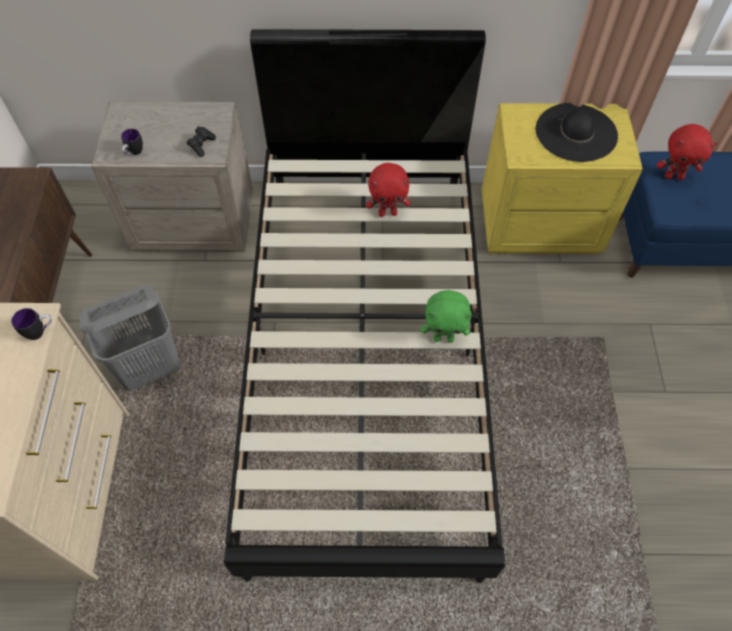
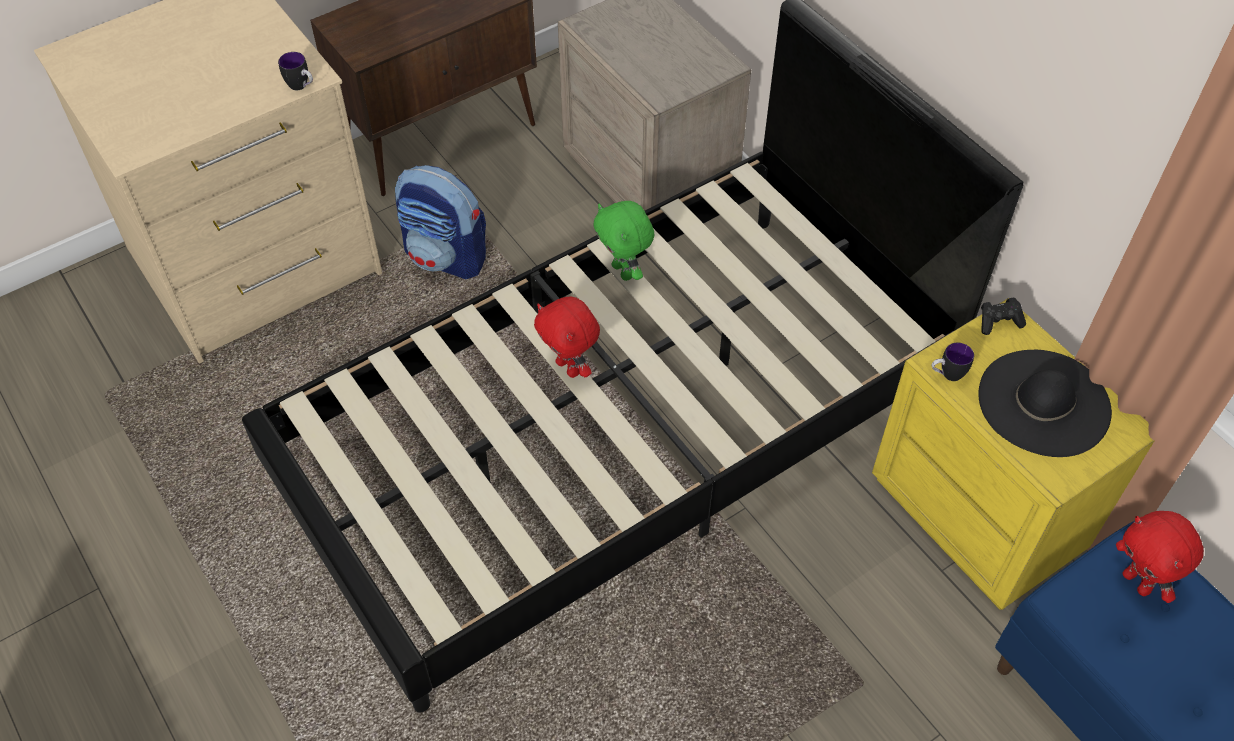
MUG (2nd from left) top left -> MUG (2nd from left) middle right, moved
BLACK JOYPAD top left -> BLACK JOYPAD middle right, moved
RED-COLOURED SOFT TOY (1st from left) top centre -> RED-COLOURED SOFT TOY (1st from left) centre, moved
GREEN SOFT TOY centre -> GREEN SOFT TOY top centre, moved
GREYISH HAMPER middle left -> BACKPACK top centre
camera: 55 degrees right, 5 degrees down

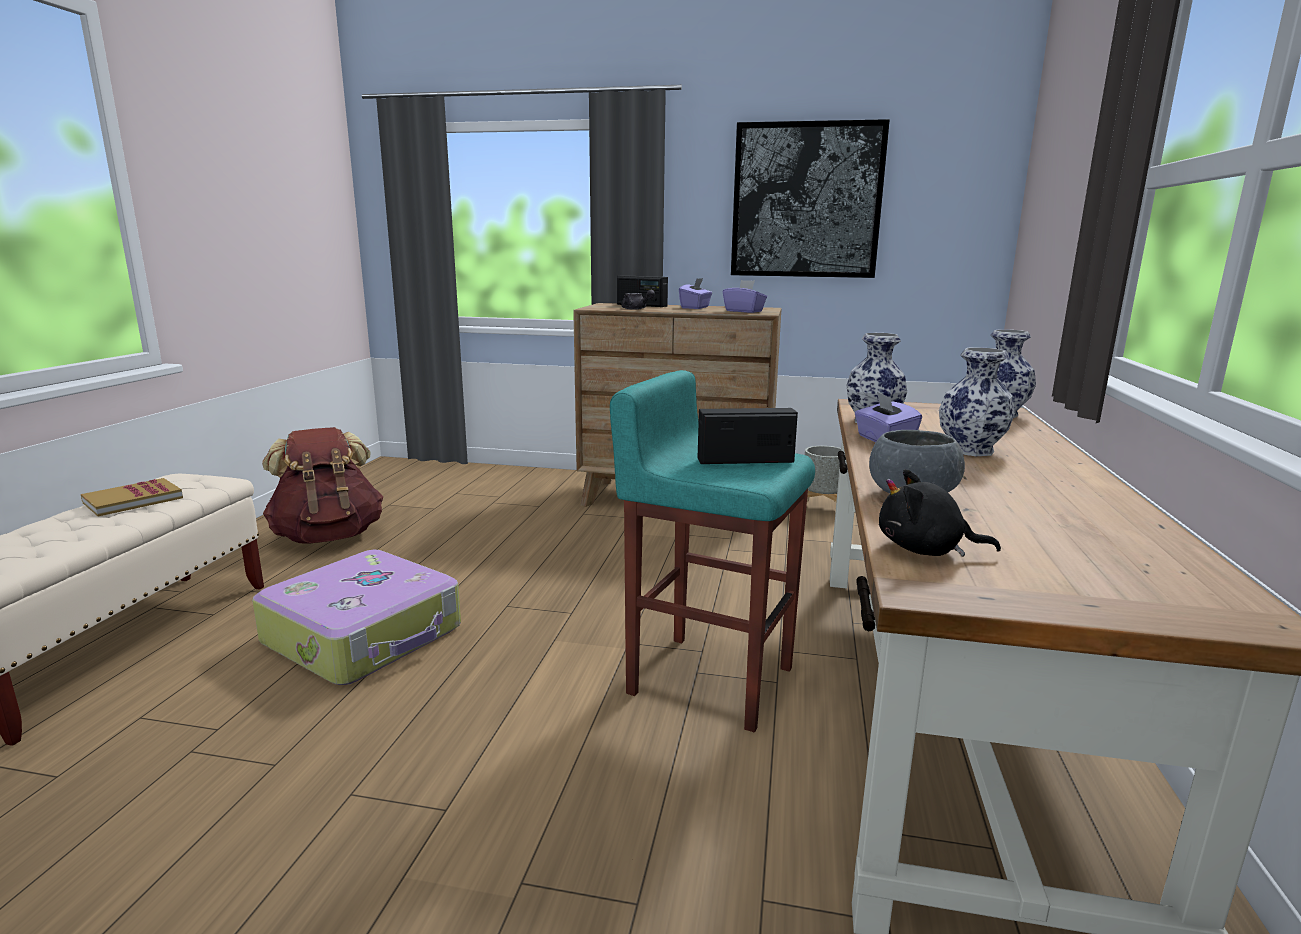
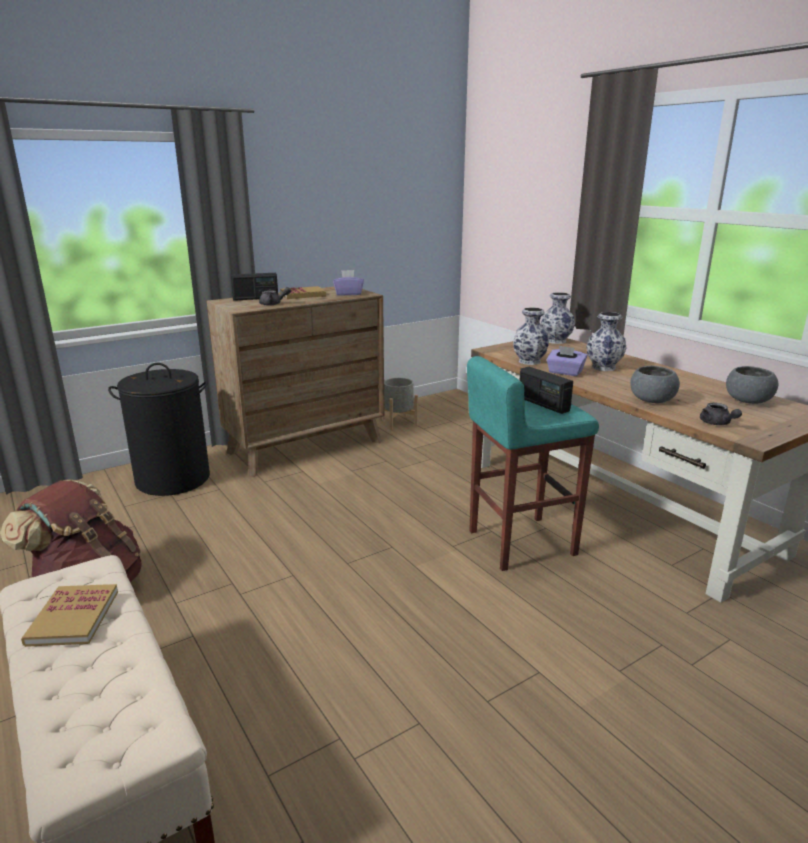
SUITCASE middle left -> none
WALL ART top centre -> none
none -> BLACK HAMPER middle left
none -> GREYISH SERVING BOWL (2nd from left) middle right
PURPLE BOX OF TISSUES (1st from left) top centre -> VOLUME (2nd from left) centre
BLACK SOFT TOY middle right -> GREYISH POT FOR TEA (2nd from left) middle right
RADIO SET (2nd from left) centre -> RADIO SET (2nd from left) middle right, 75 degrees counterclockwise
camera: 45 degrees left, 5 degrees up

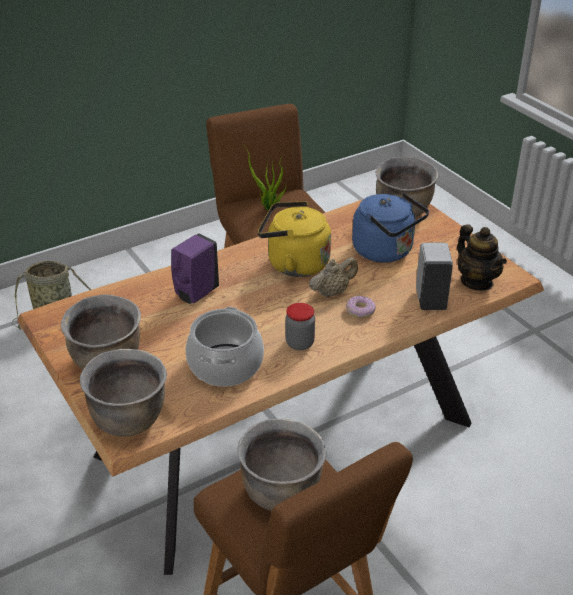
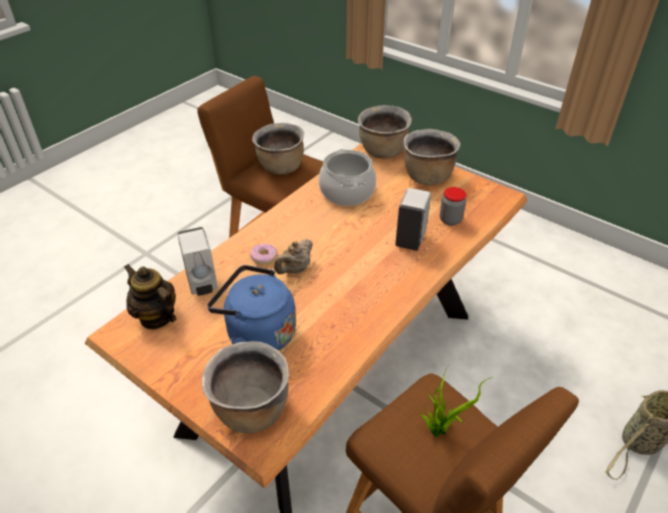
YELLOWISH KETTLE centre -> none
JAR centre -> JAR middle right, moved
PURPLE SOAP DISPENSER centre -> WHITISH SOAP DISPENSER (2nd from left) centre
camera: 160 degrees right, 5 degrees up

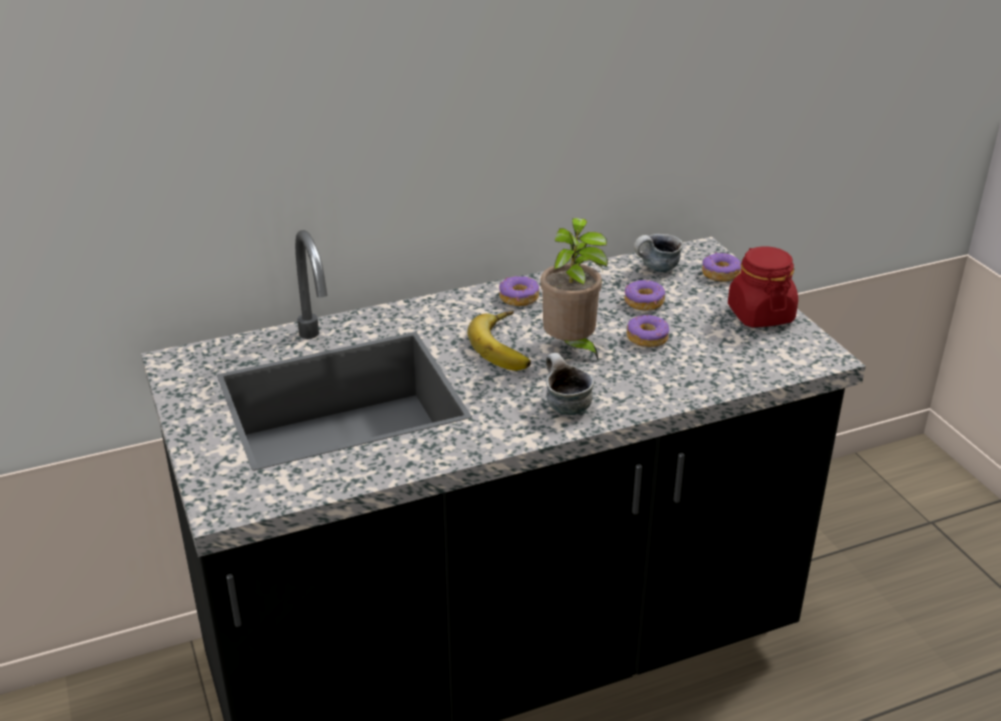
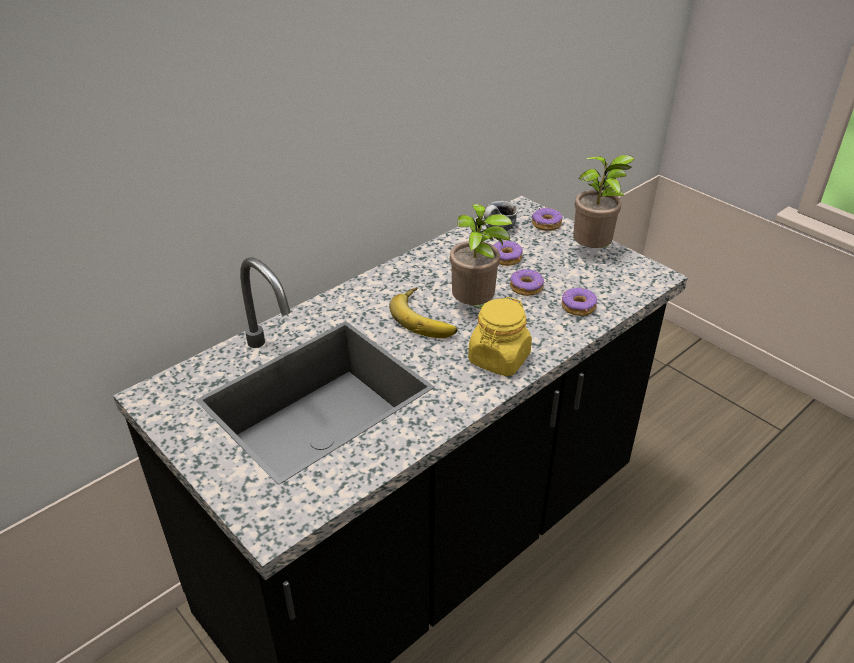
DOUGHNUT (1st from left in the first image) centre -> DOUGHNUT (4th from left) middle right, moved
MUG (1st from left) centre -> YELLOWISH JAR centre
RED-COLOURED JAR middle right -> POTTED PLANT (2nd from left) top right
camera: 20 degrees left, 5 degrees up

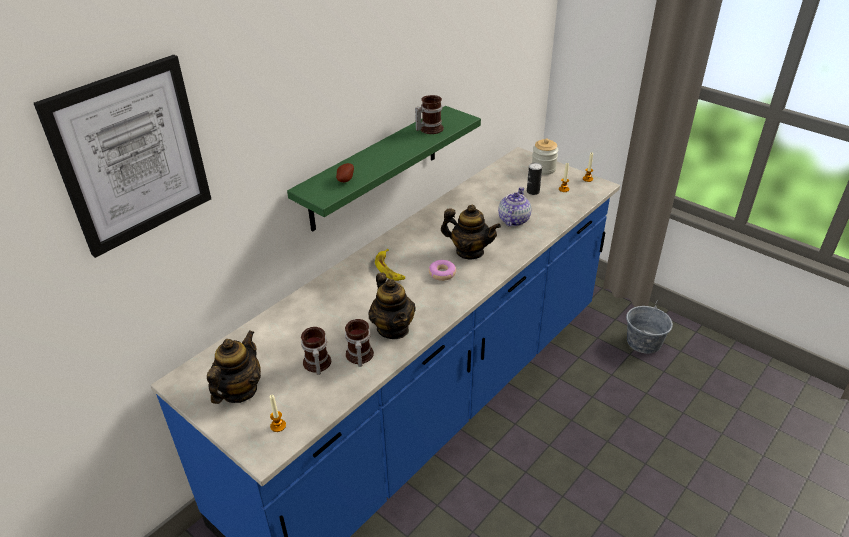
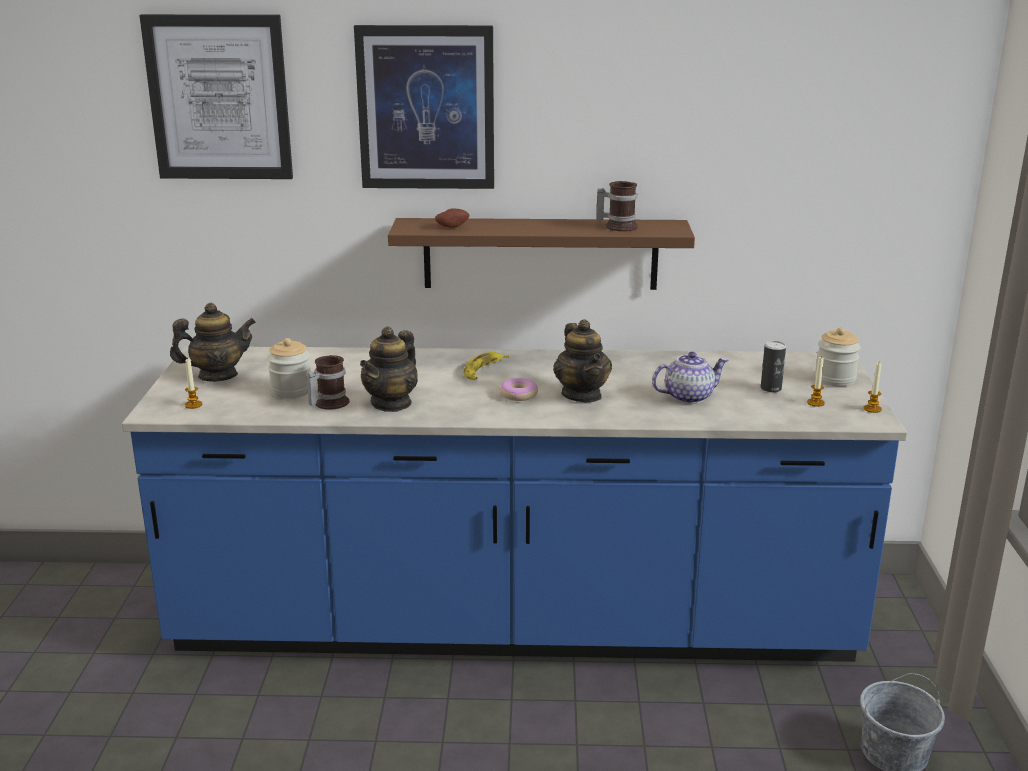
none -> WALL ART (2nd from left) top centre
MUG (1st from left) centre -> JAR (1st from left) middle left
GREEN BRACKET SHELF top centre -> BROWNISH BRACKET SHELF top centre
camera: 50 degrees right, 15 degrees down

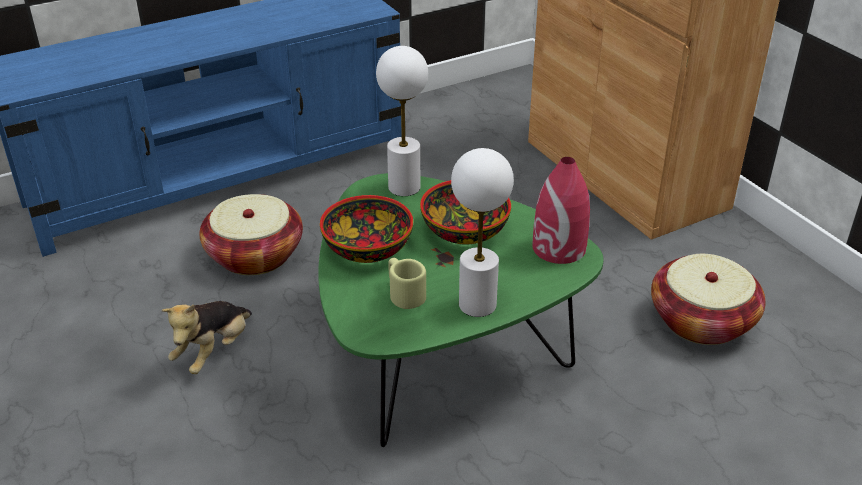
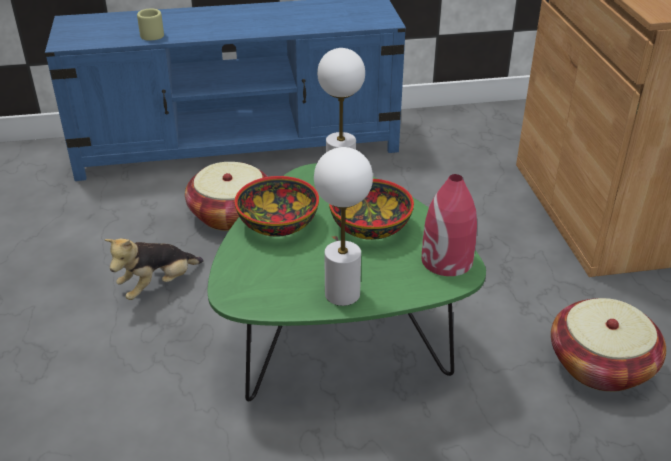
BEIGE MUG centre -> BEIGE MUG top left, moved
camera: 20 degrees right, 0 degrees up

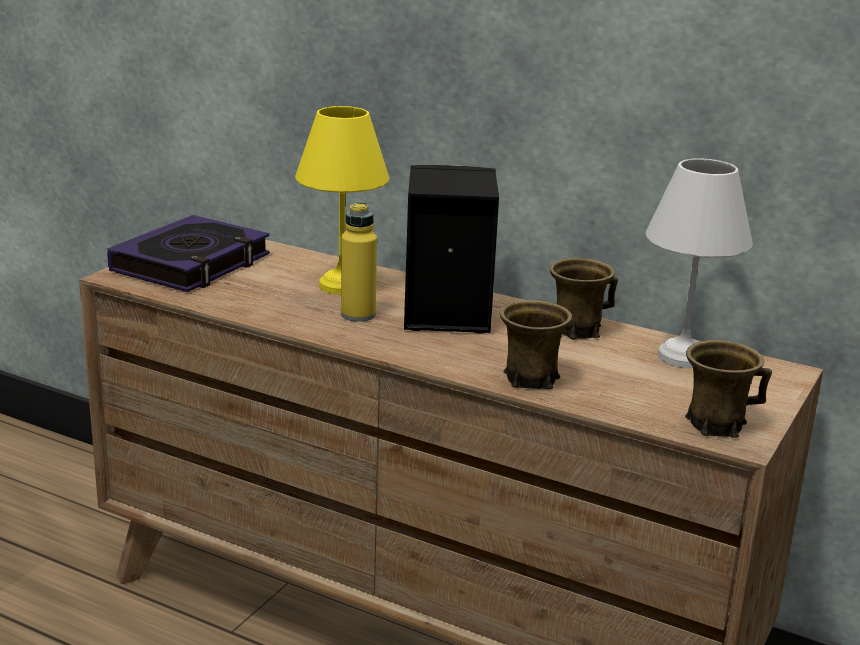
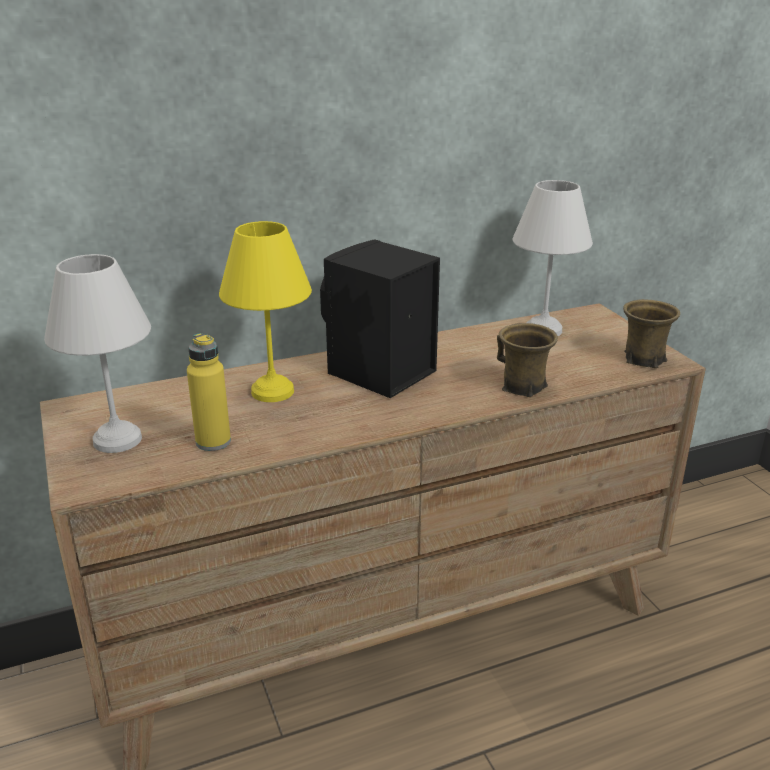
BROWNISH MUG (2nd from left) middle right -> none
YELLOWISH BEVERAGE BOTTLE centre -> YELLOWISH BEVERAGE BOTTLE middle left, moved
VOLUME middle left -> WHITISH LAMP FOR A TABLE (1st from left) middle left
camera: 50 degrees left, 5 degrees up

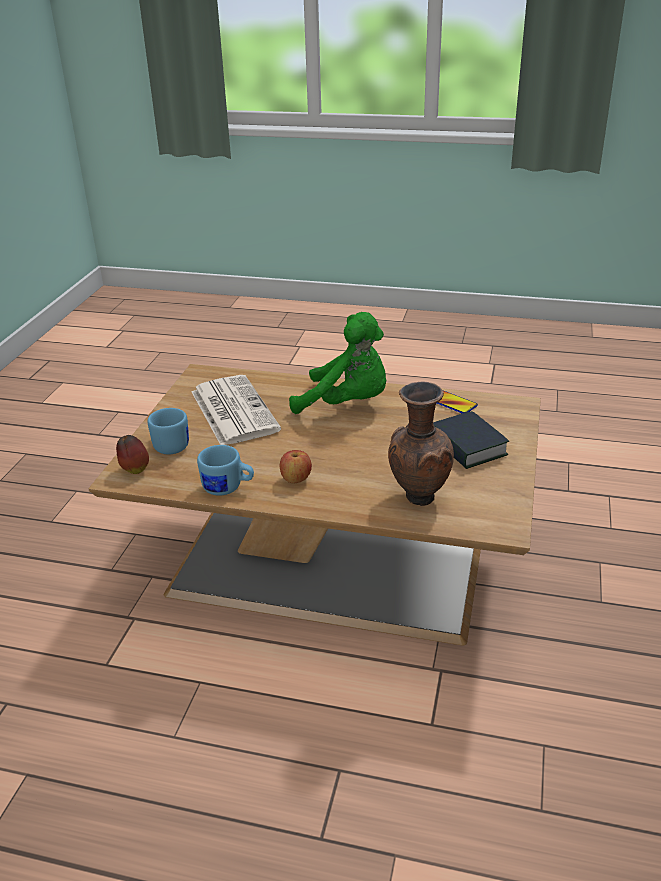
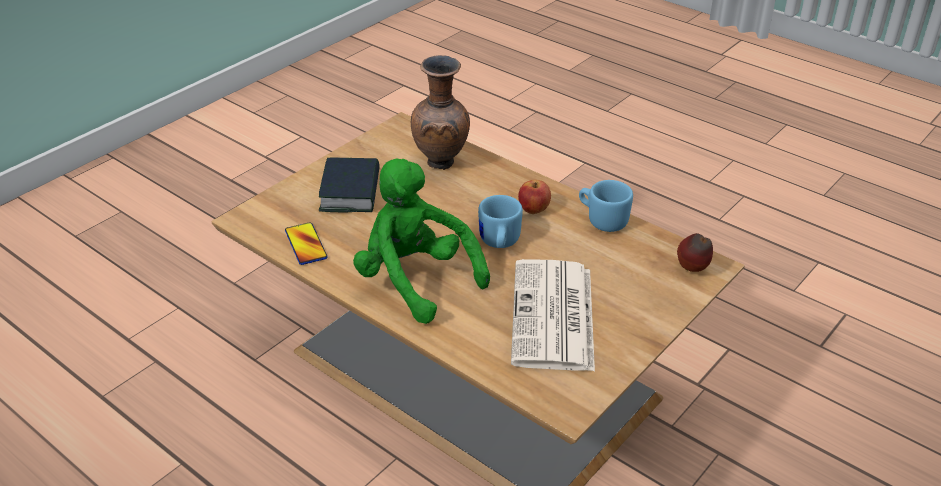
BLUE-COLOURED MUG (1st from left) middle left -> BLUE-COLOURED MUG (1st from left) centre, moved
camera: 155 degrees left, 5 degrees up

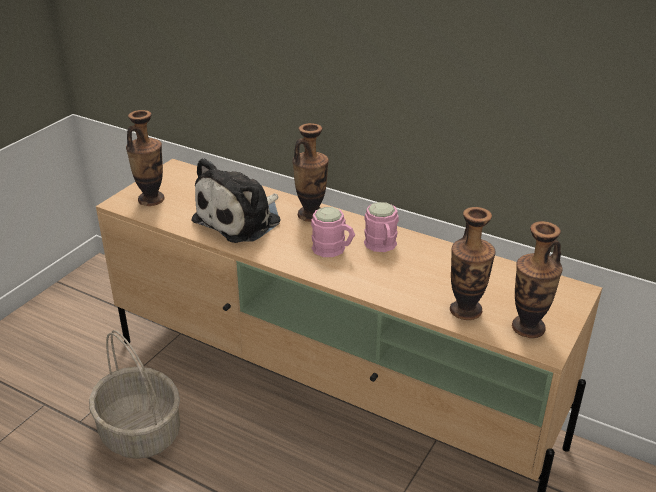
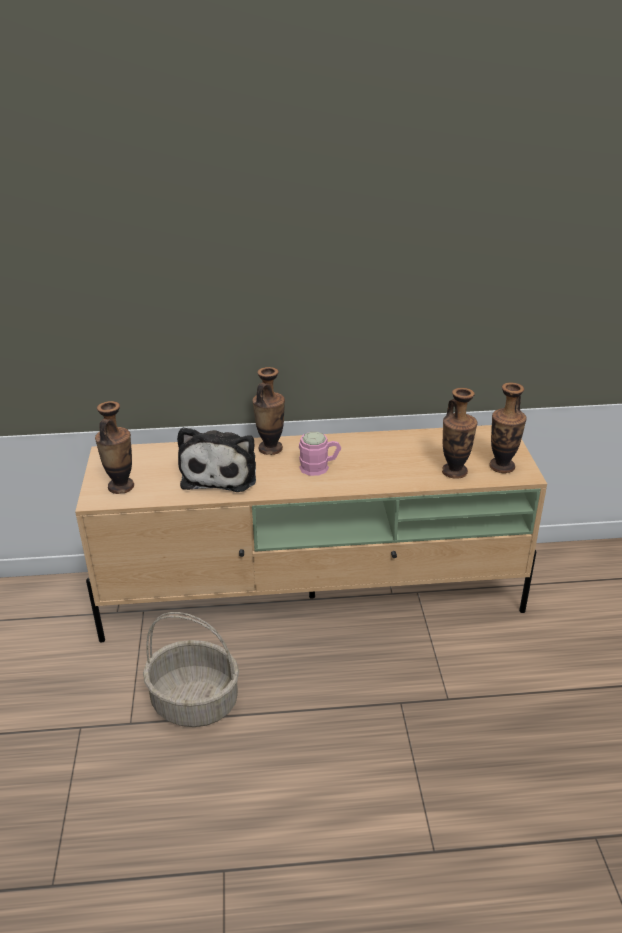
PINKISH MUG (2nd from left) centre -> none
camera: 35 degrees left, 0 degrees up

